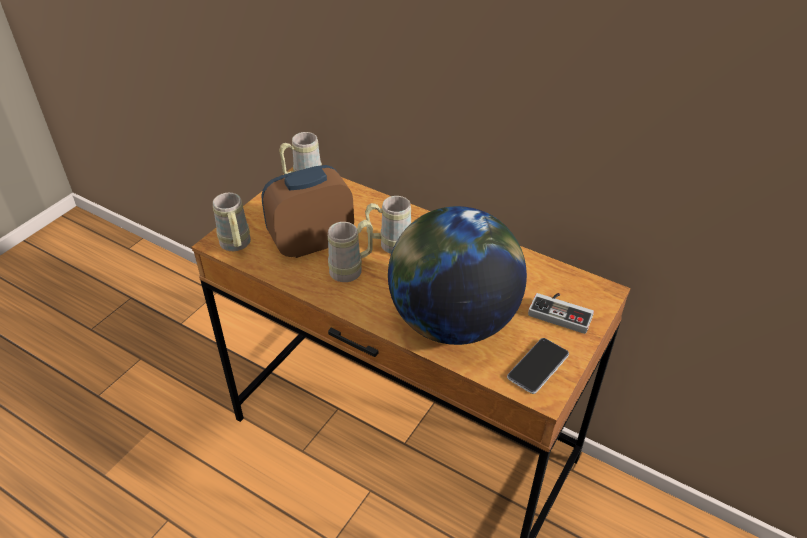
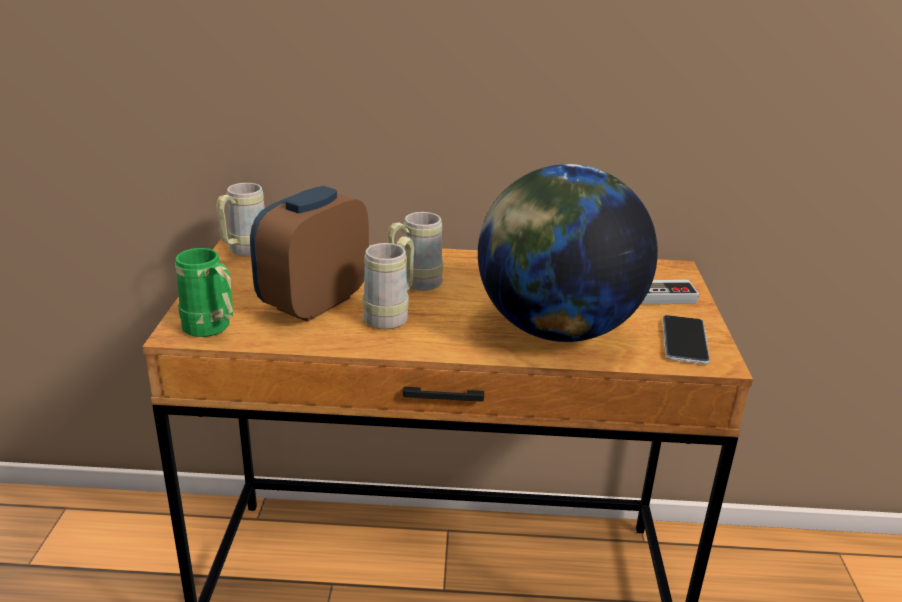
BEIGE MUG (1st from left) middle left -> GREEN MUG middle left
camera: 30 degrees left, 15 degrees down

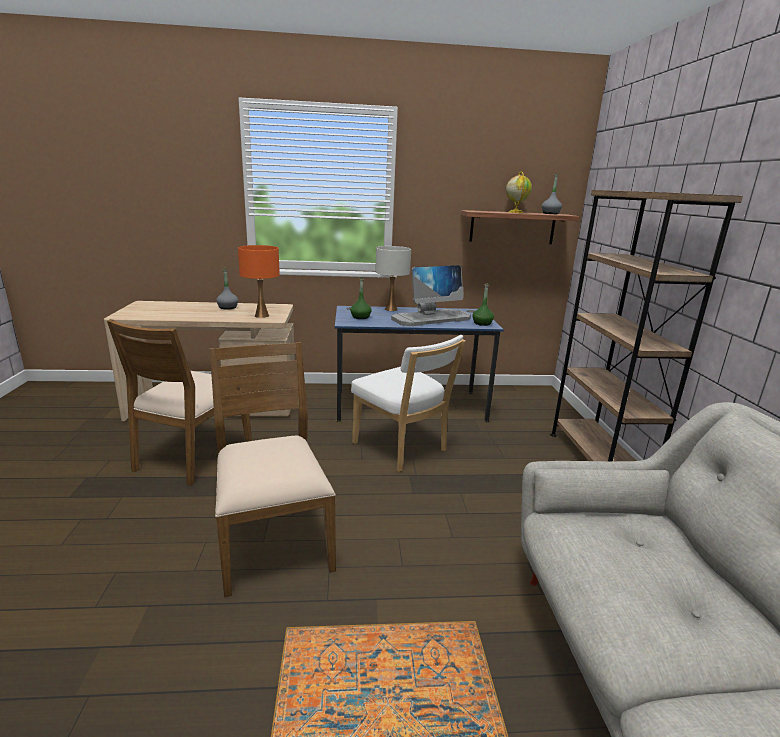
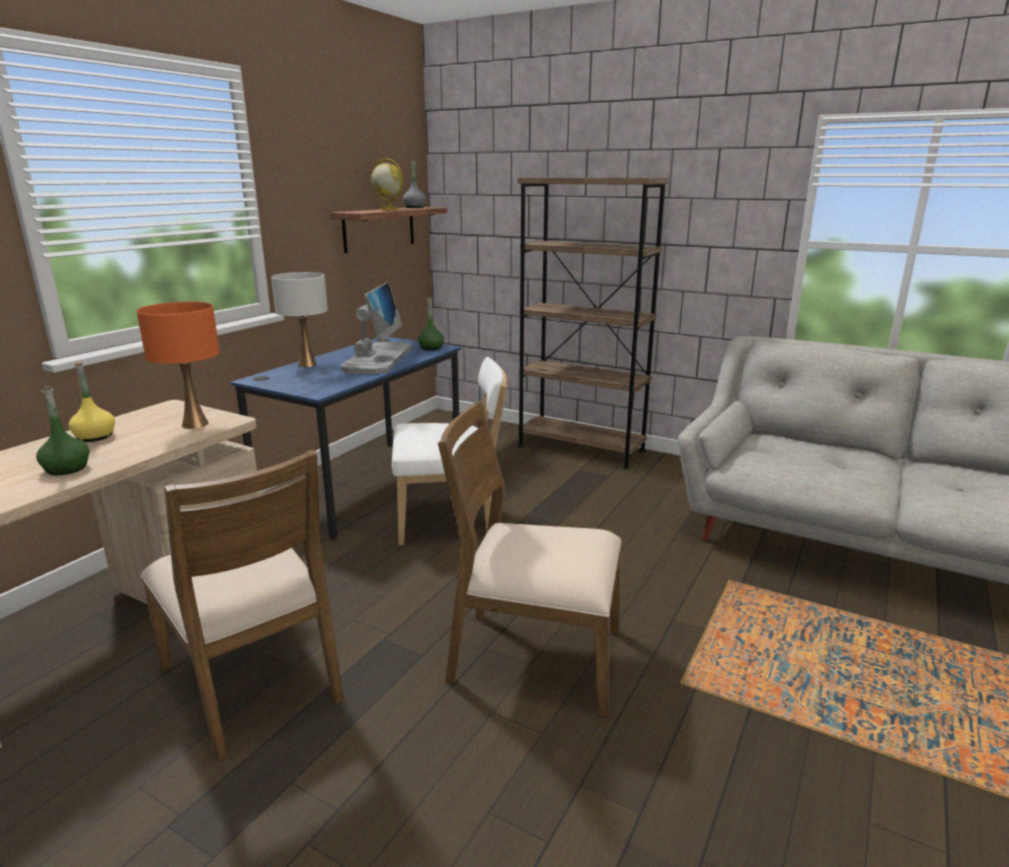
GREEN BEVERAGE BOTTLE (1st from left) centre -> GREEN BEVERAGE BOTTLE (1st from left) middle left, moved
GREYISH BEVERAGE BOTTLE (1st from left) middle left -> YELLOWISH BEVERAGE BOTTLE middle left
camera: 55 degrees left, 0 degrees up

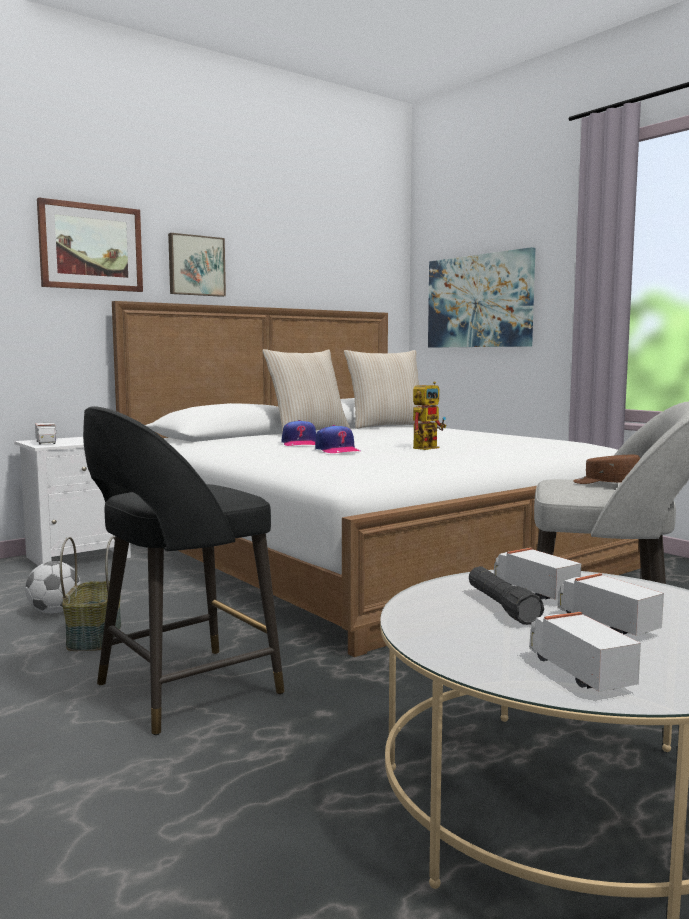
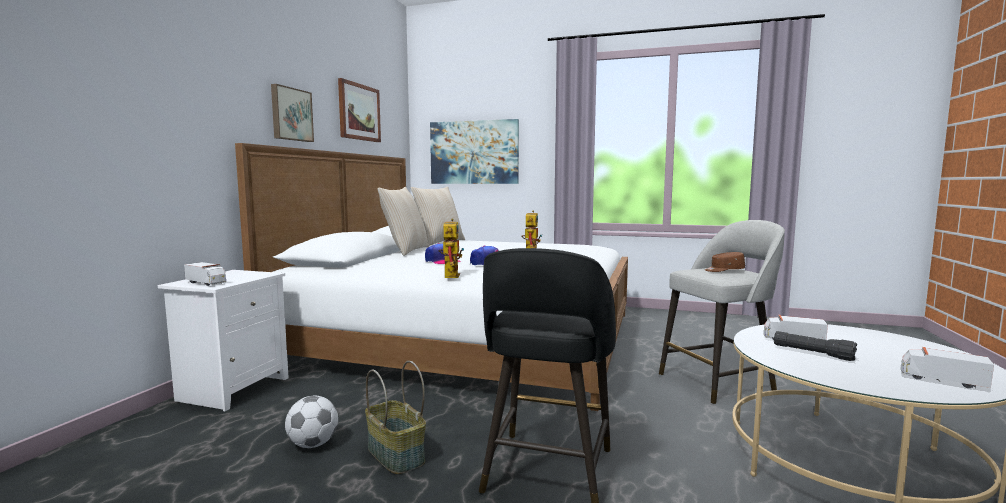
TOY LORRY (4th from left) middle right -> none
none -> MODEL ROBOT (1st from left) centre
WALL ART (1st from left in the first image) top left -> WALL ART (2nd from left) top centre, moved
camera: 35 degrees left, 0 degrees up

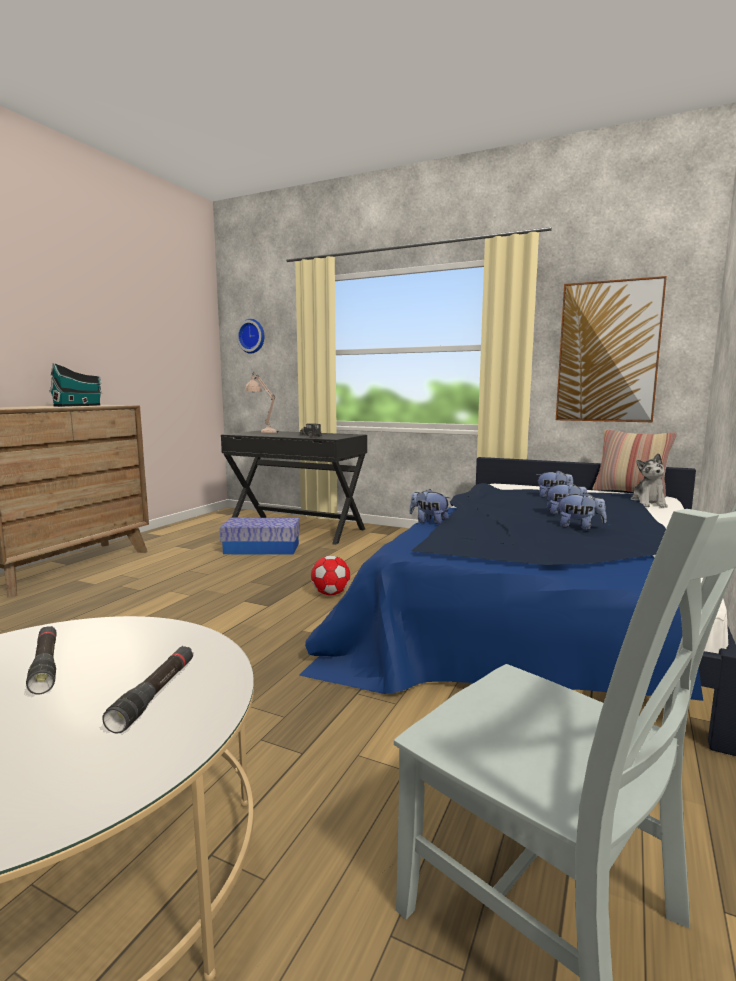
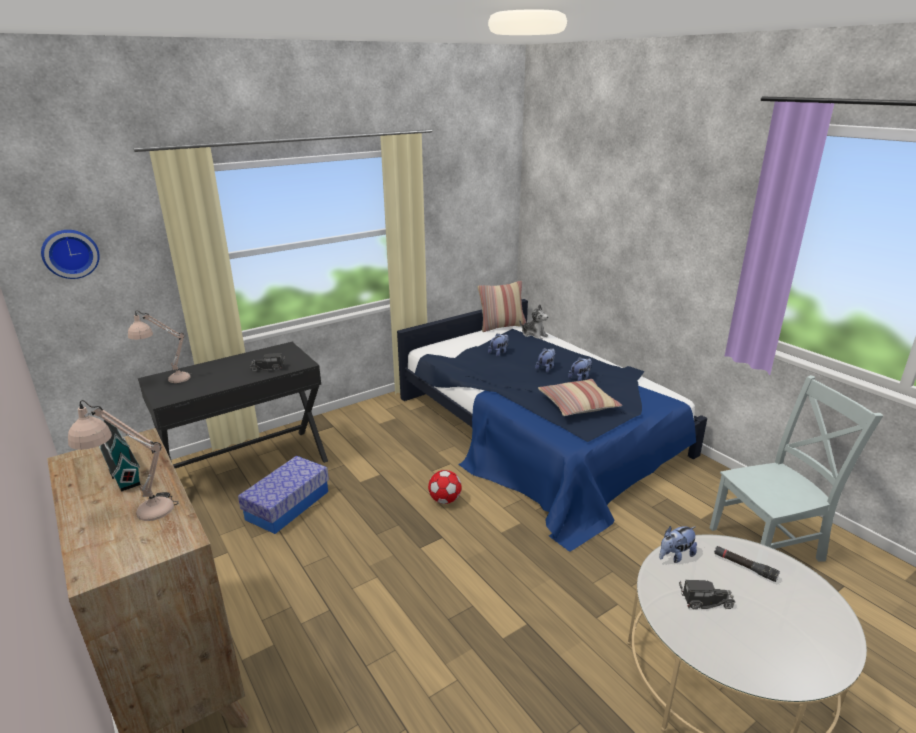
WALL ART middle right -> none
none -> BEIGE LAMP FOR A TABLE (1st from left) middle left
none -> THROW PILLOW (2nd from left) centre
SOFT TOY (1st from left in the first image) centre -> SOFT TOY (5th from left) bottom right, moved
BLACK TORCH (1st from left) bottom left -> TOY LORRY (2nd from left) bottom right
camera: 60 degrees left, 15 degrees up

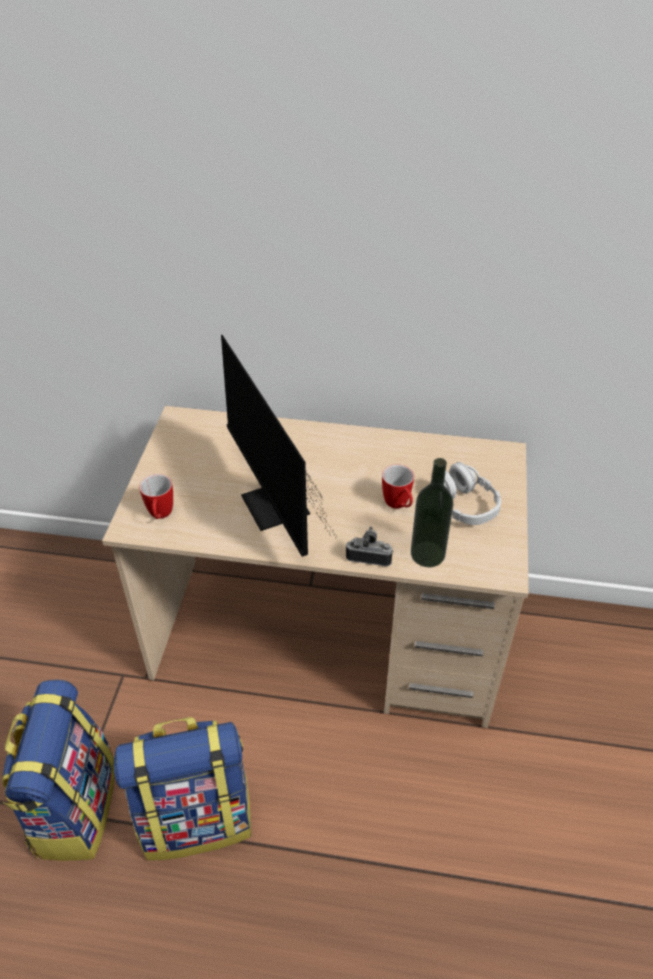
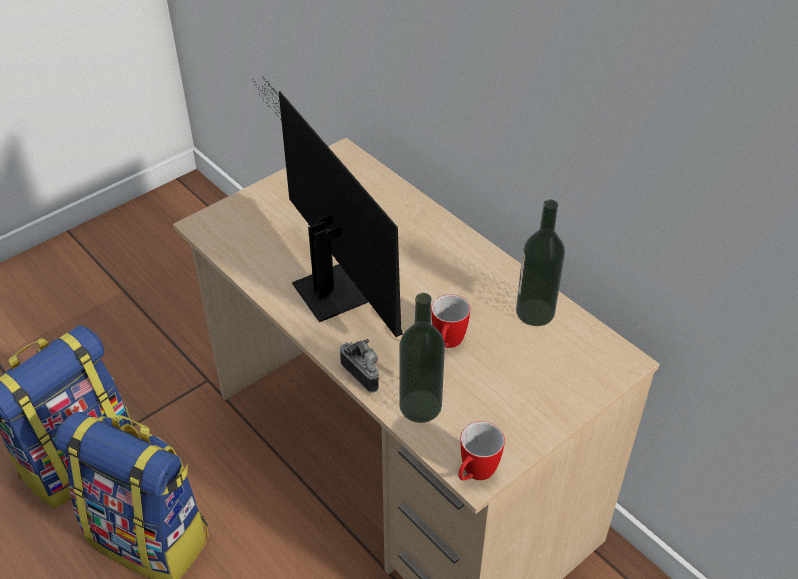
GREYISH HEADSET middle right -> none
none -> BEVERAGE BOTTLE (2nd from left) middle right
MUG (1st from left in the first image) middle left -> MUG (2nd from left) bottom centre, moved
COMPUTER DISPLAY centre, 135 degrees clockwise
camera: 40 degrees right, 0 degrees up

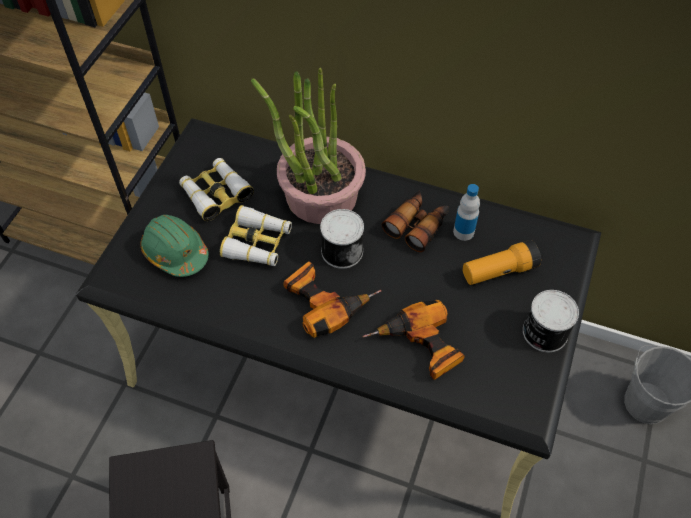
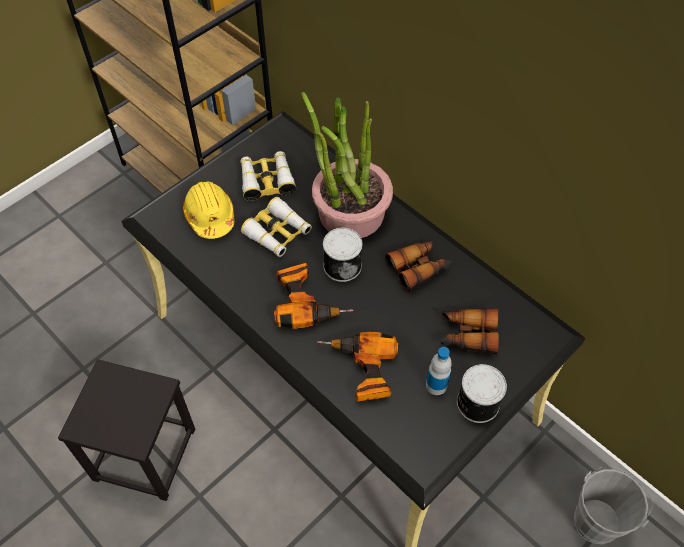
BEVERAGE BOTTLE middle right -> BEVERAGE BOTTLE bottom centre, moved
TORCH middle right -> BINOCULARS (4th from left) middle right
GREEN WORK HELMET middle left -> YELLOWISH WORK HELMET middle left
camera: 25 degrees right, 0 degrees up

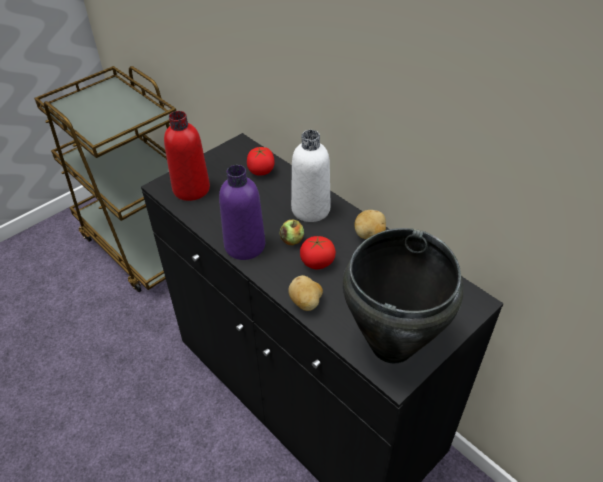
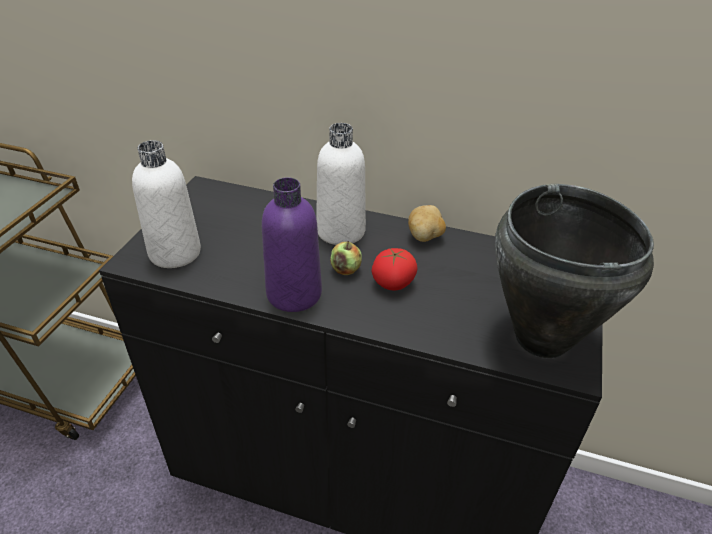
TOMATO (1st from left) centre -> none
SPUD (1st from left) centre -> none
RED-COLOURED BEVERAGE BOTTLE top left -> WHITISH BEVERAGE BOTTLE (1st from left) middle left
camera: 30 degrees left, 5 degrees down

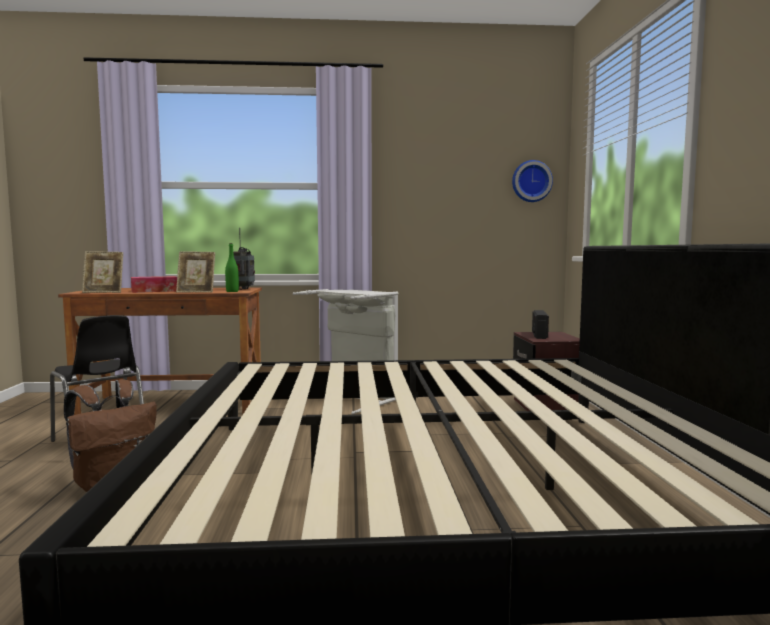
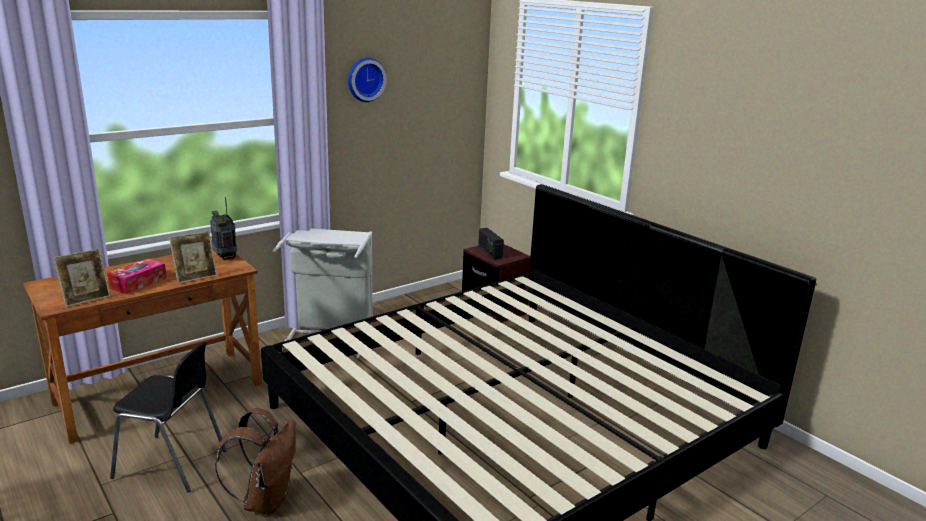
GREEN BEVERAGE BOTTLE middle left -> none
CLOCK ON THE WALL top right -> CLOCK ON THE WALL top centre, moved
camera: 35 degrees left, 15 degrees up

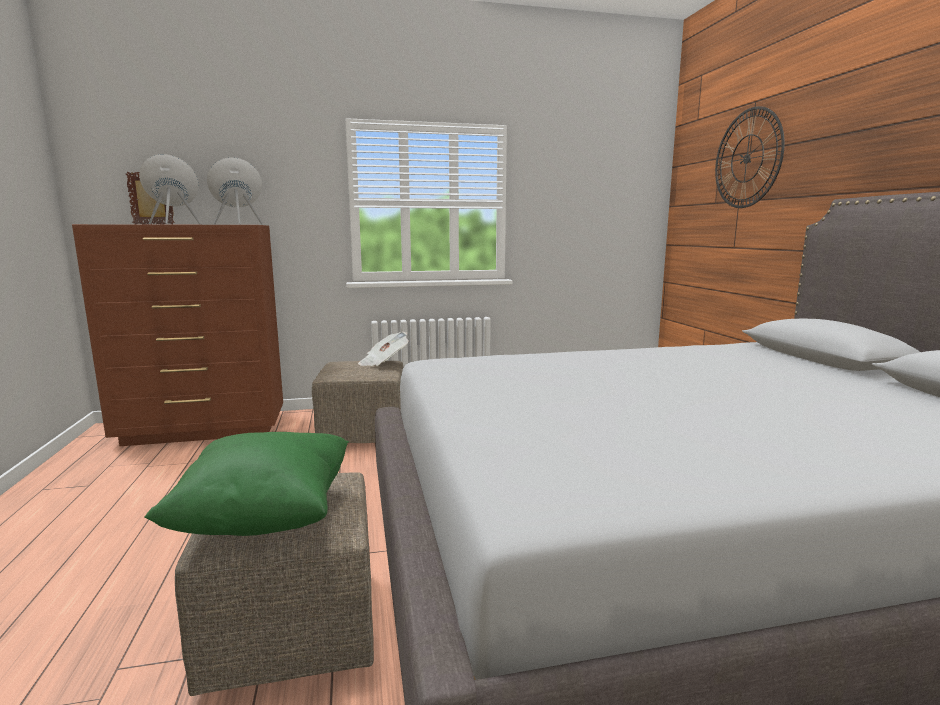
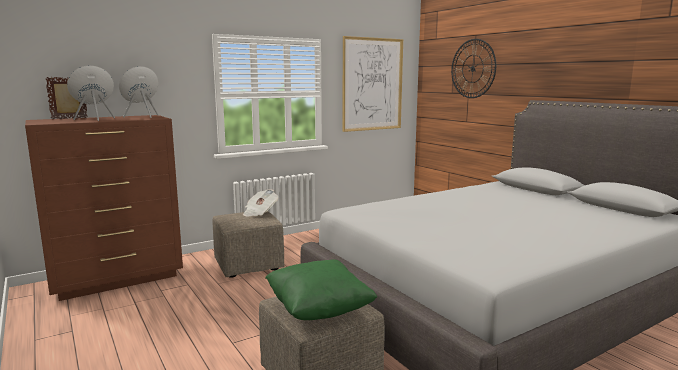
none -> WALL ART top centre
camera: 20 degrees left, 0 degrees up

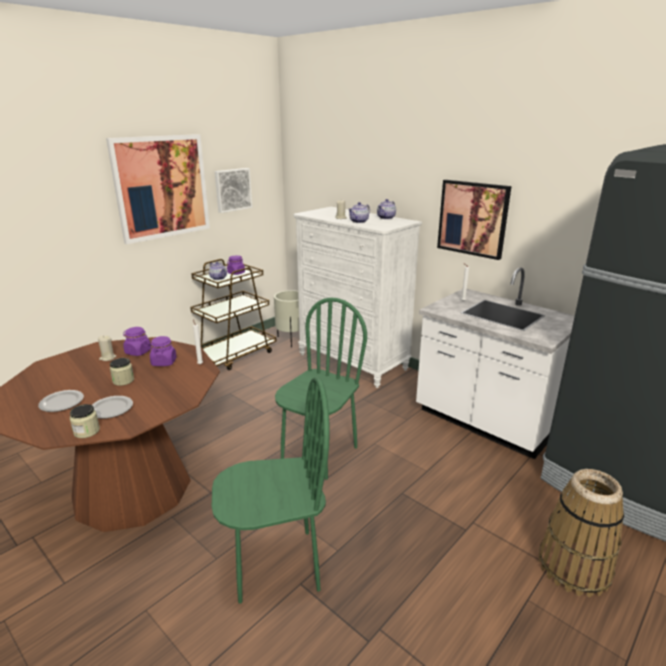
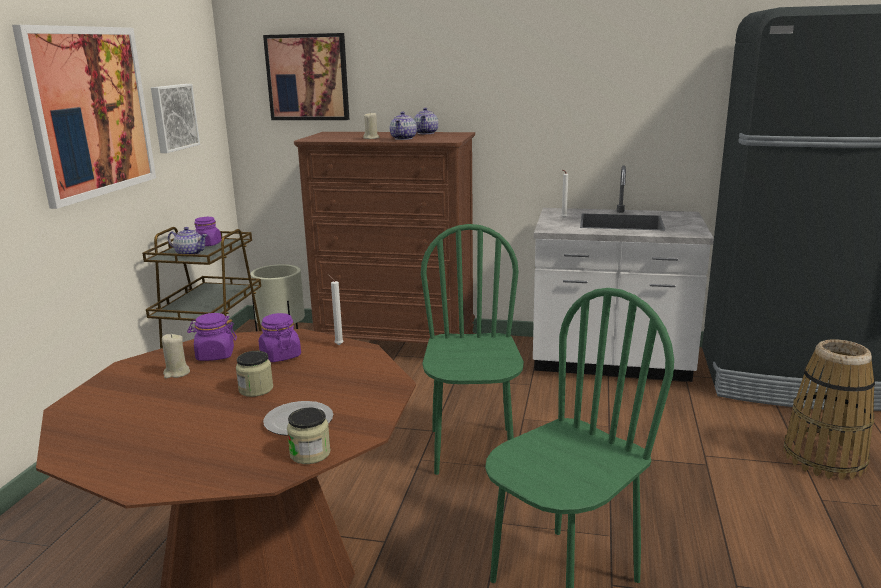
FLAT DISH (1st from left) middle left -> none
WALL ART (3rd from left) top right -> WALL ART (3rd from left) top centre, moved
WHITISH DRESSER centre -> BROWNISH DRESSER centre
camera: 30 degrees left, 5 degrees down

